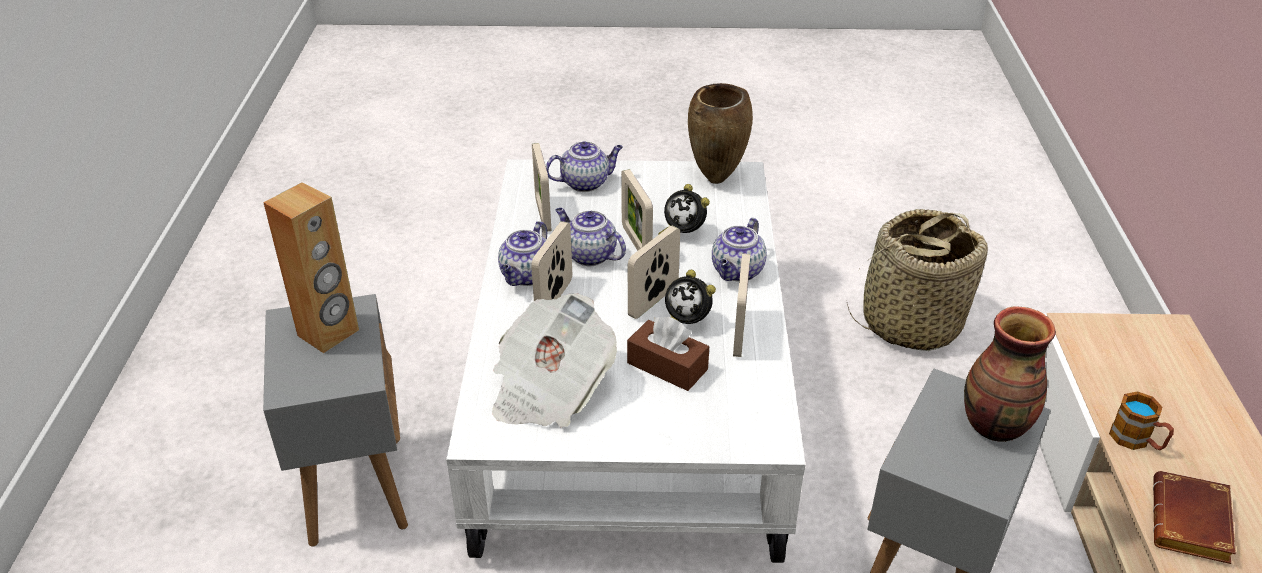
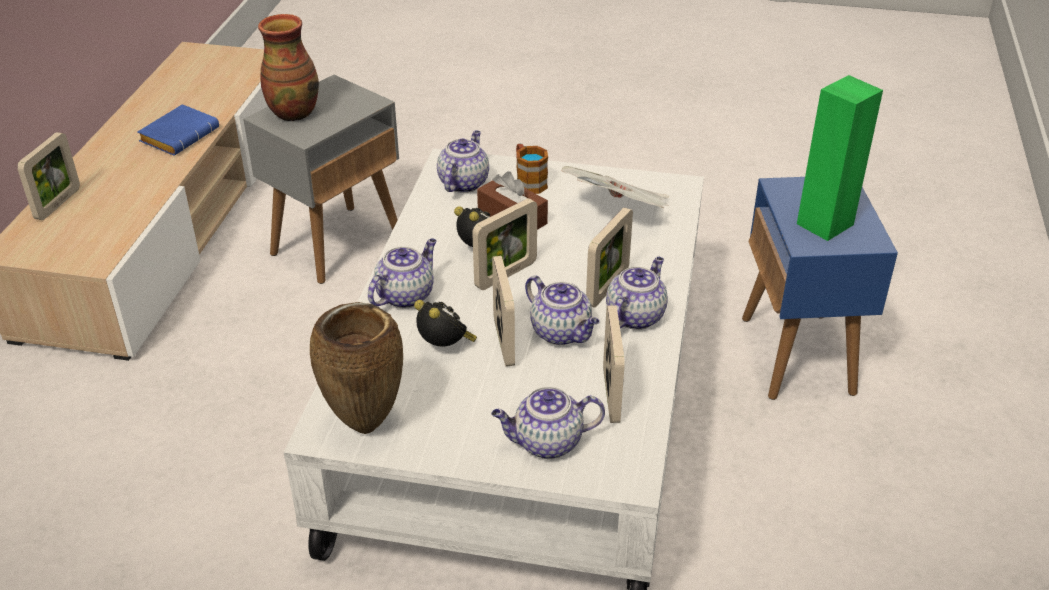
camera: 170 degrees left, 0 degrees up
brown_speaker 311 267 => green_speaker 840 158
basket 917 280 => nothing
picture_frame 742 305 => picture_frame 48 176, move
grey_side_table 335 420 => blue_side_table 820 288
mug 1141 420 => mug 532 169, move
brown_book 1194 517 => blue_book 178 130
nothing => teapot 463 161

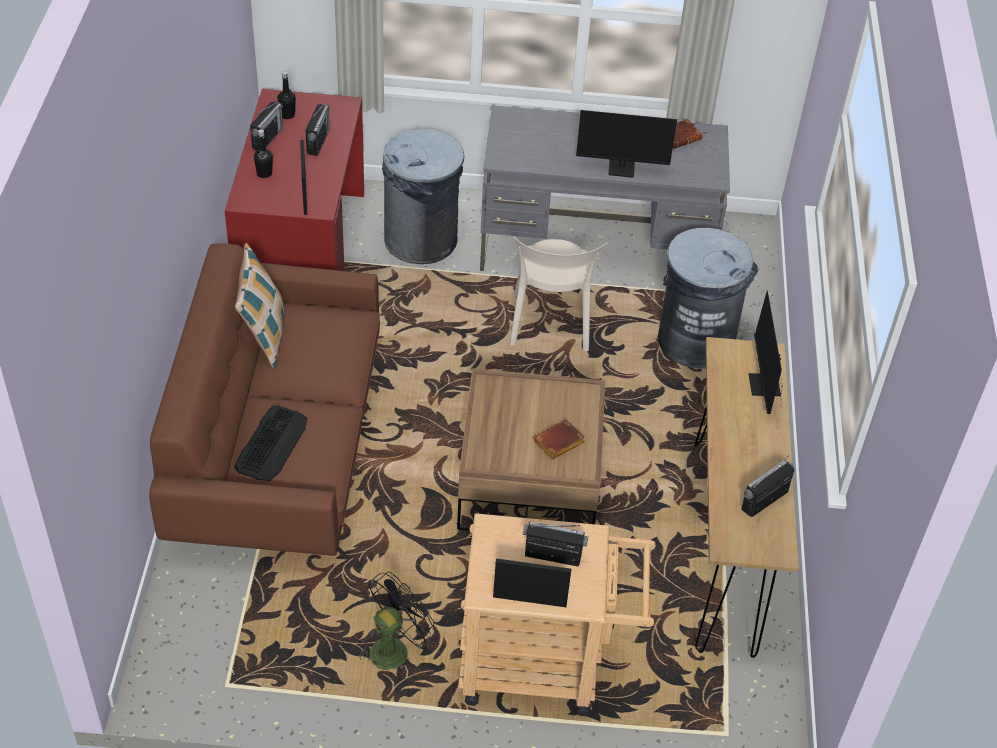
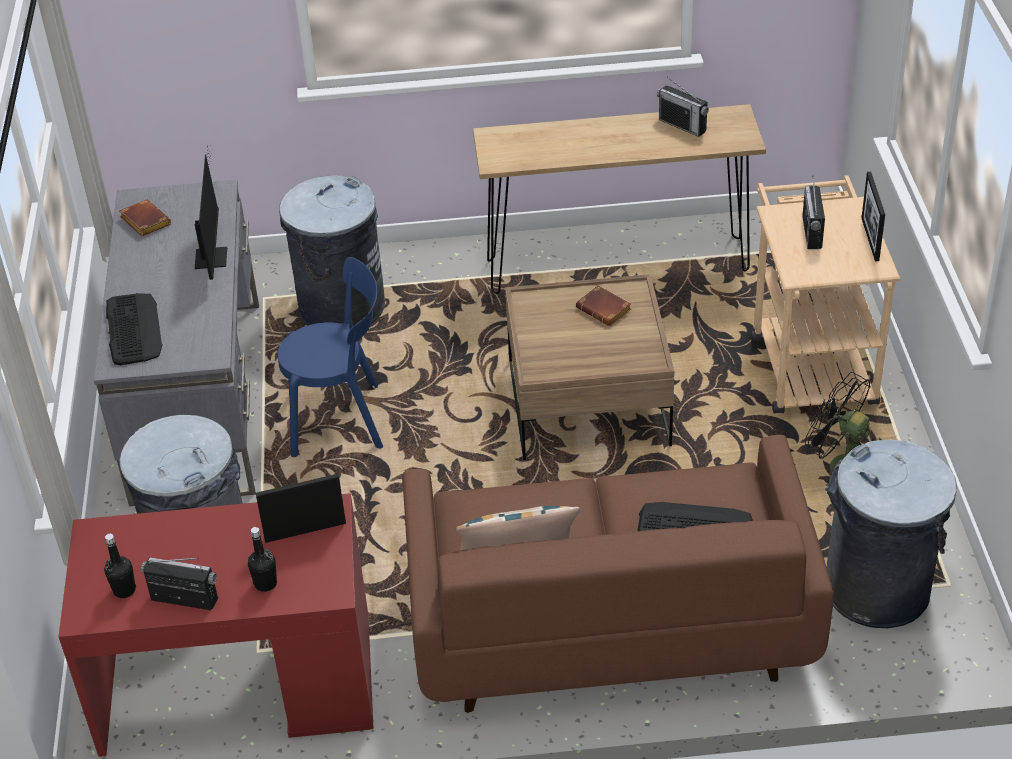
camera: 95 degrees left, 5 degrees down
radio 317 130 => nothing
beige_chair 557 293 => blue_chair 330 357
monitor 766 352 => nothing
nothing => keyboard 134 329
nothing => grey_trash_can 891 534

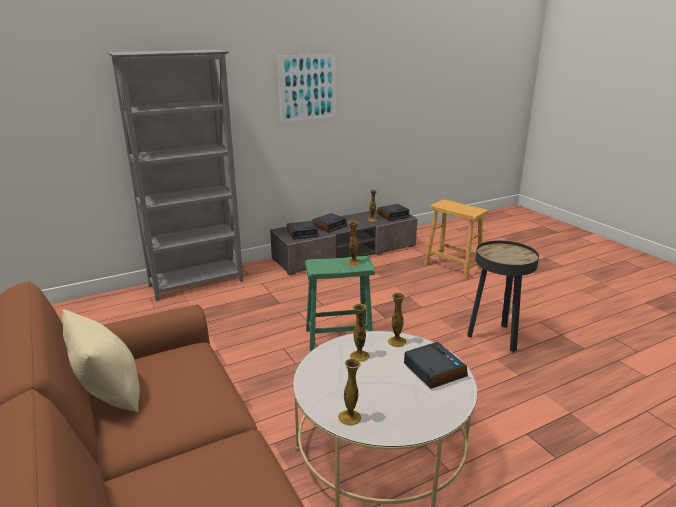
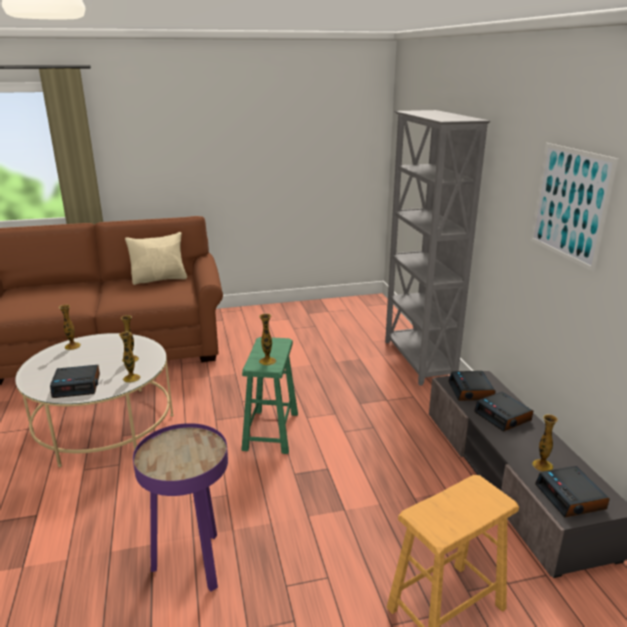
camera: 105 degrees right, 0 degrees up
black_side_table 503 296 => purple_side_table 180 507

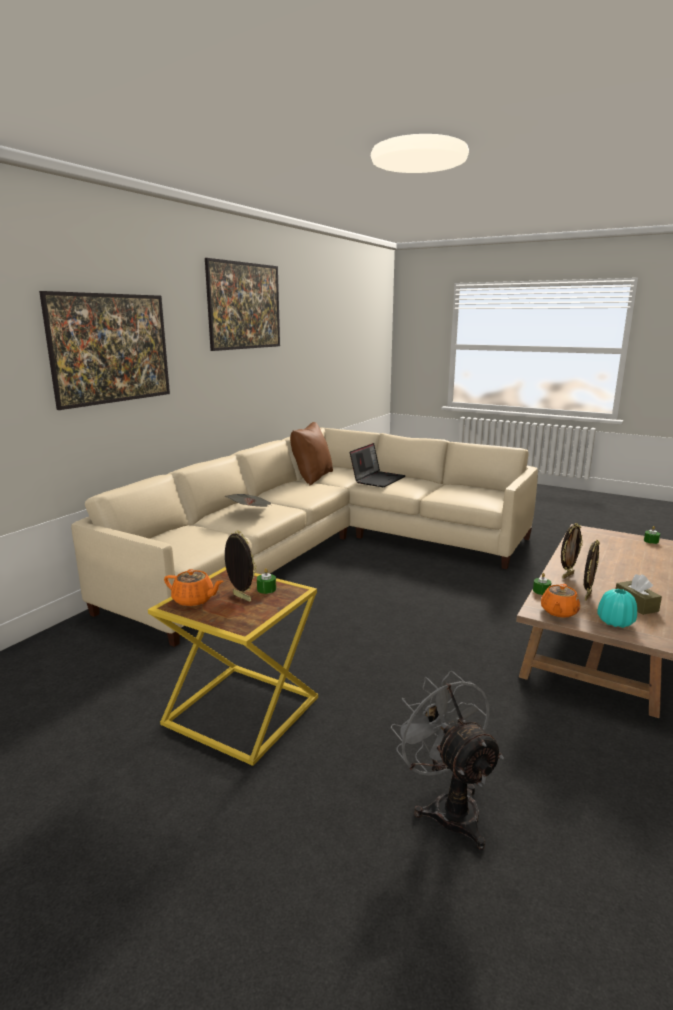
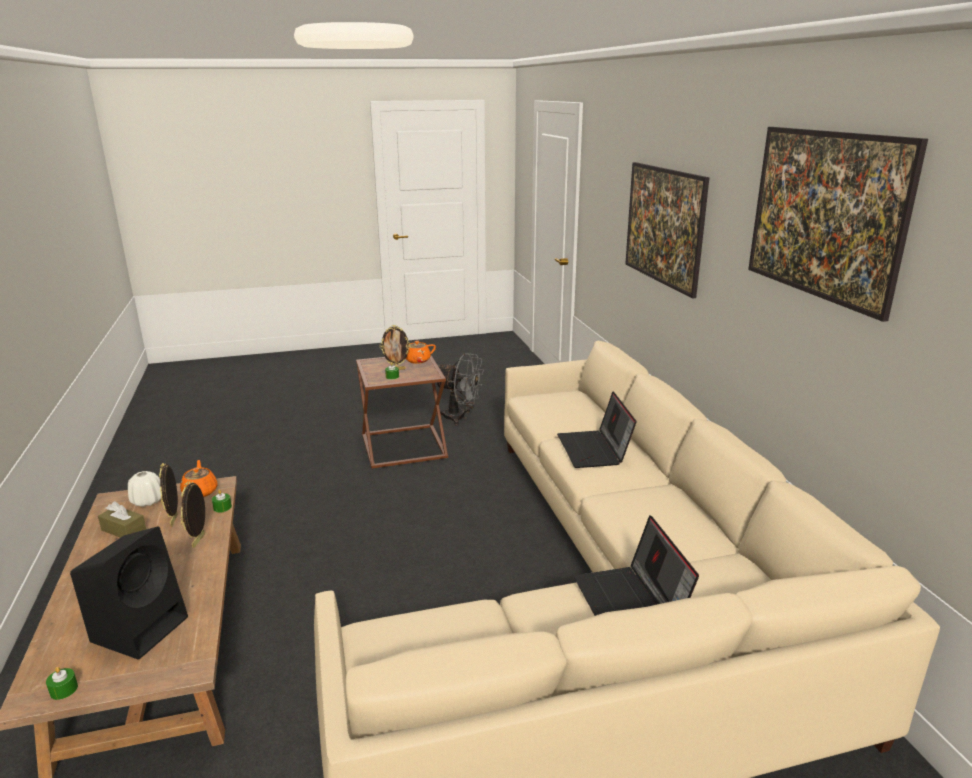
camera: 135 degrees right, 5 degrees up
brown_pillow 311 453 => nothing
newspaper 247 500 => laptop 597 430
yellow_side_table 233 666 => brown_side_table 402 411
turquoise_vase 617 608 => white_vase 145 489
grey_fan 447 760 => grey_fan 460 389, move
nothing => black_speaker 129 593

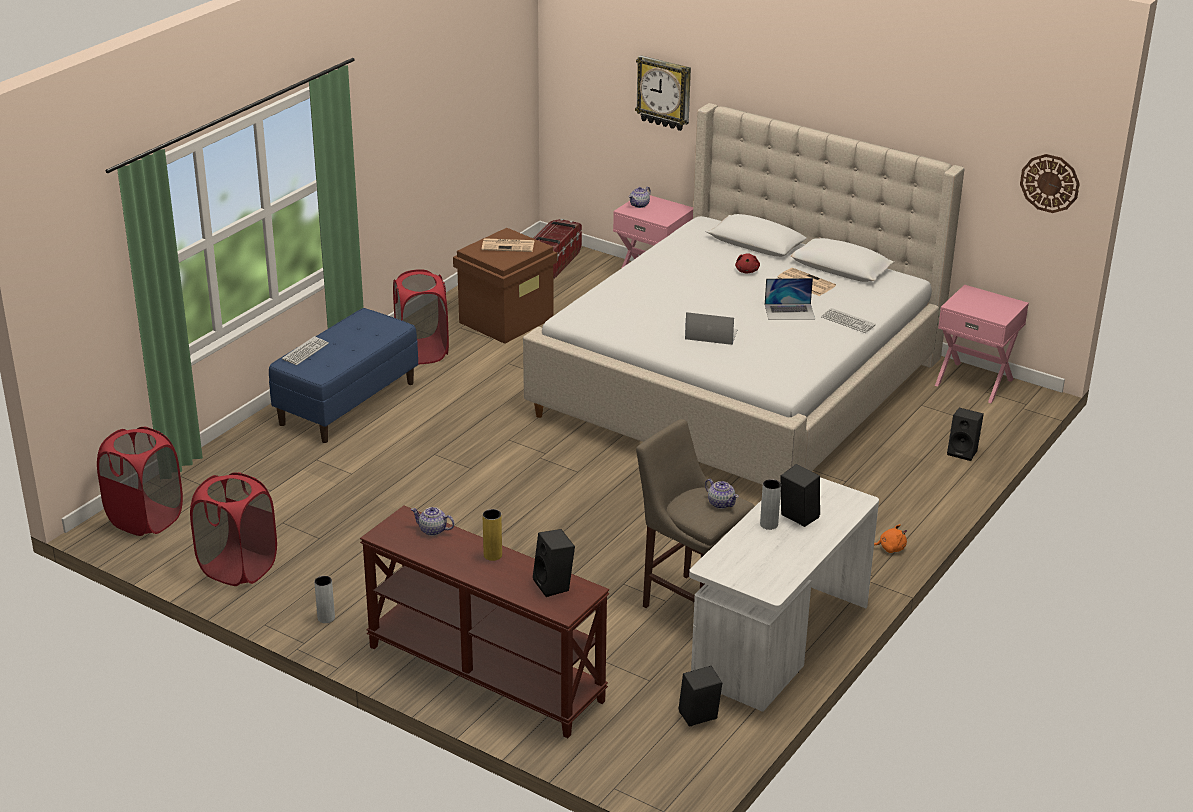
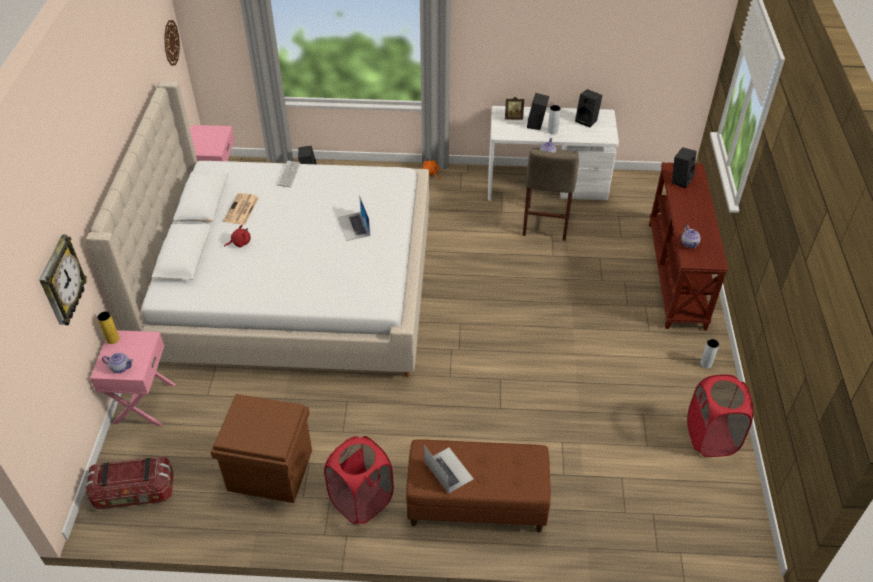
camera: 120 degrees left, 15 degrees up
newspaper 508 245 => nothing
laptop 790 299 => laptop 448 469, move
blue_bench 343 375 => brown_bench 478 485
keyboard 305 350 => nothing
red_laundry_basket 140 481 => nothing
yellow_vase 492 535 => yellow_vase 108 327, move
black_speaker 700 696 => black_speaker 588 108, move
nothing => picture_frame 514 108

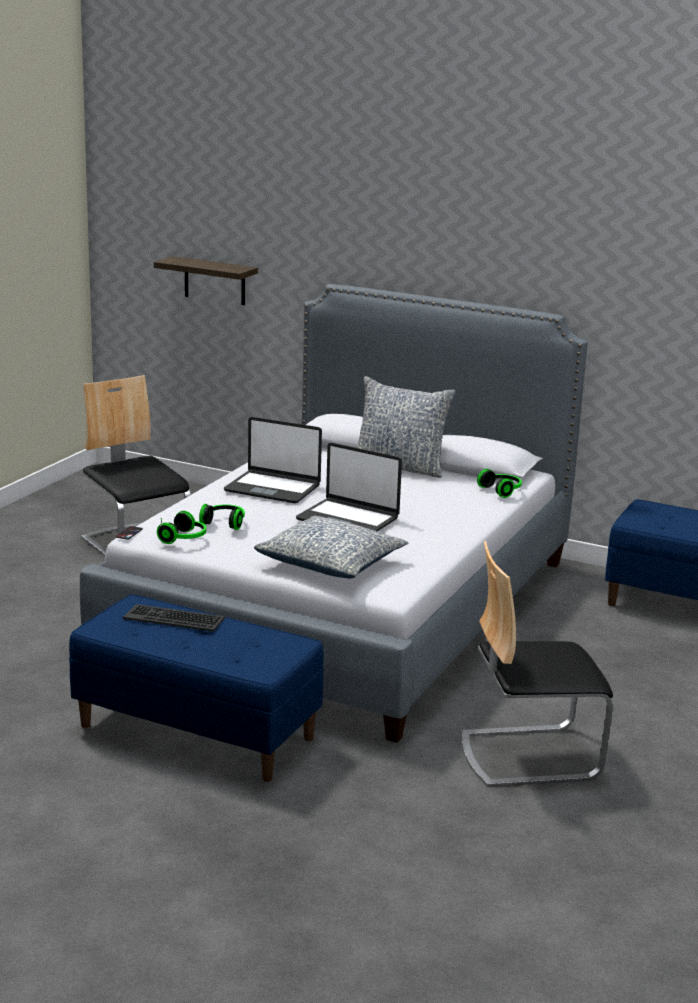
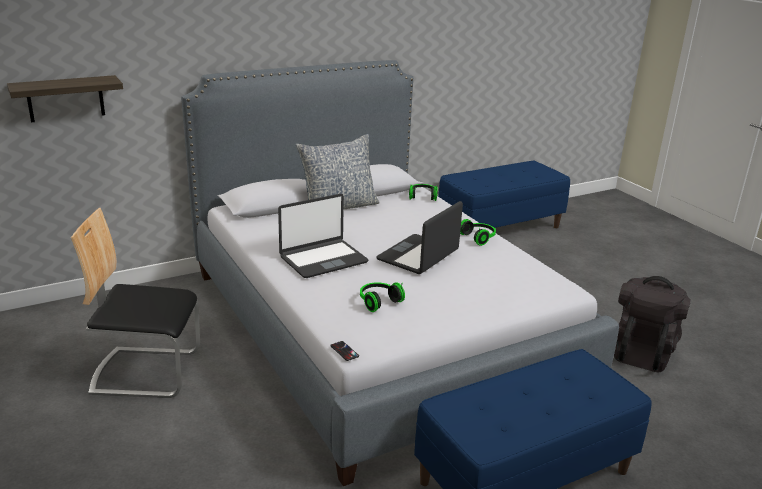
camera: 55 degrees left, 5 degrees up
laptop 349 487 => laptop 419 237, 150 degrees clockwise
headphones 181 527 => headphones 478 232, move
pillow 331 547 => nothing
chair 537 664 => black_backpack 652 324
keyboard 174 618 => nothing

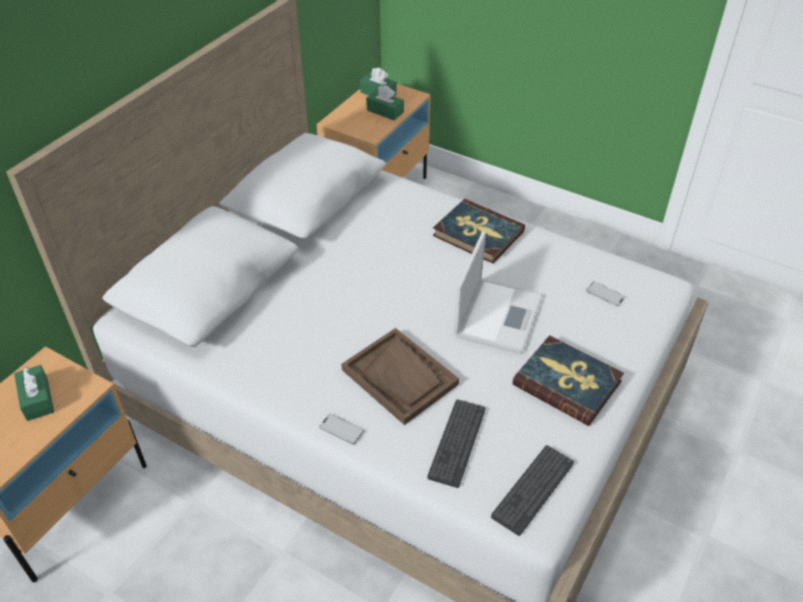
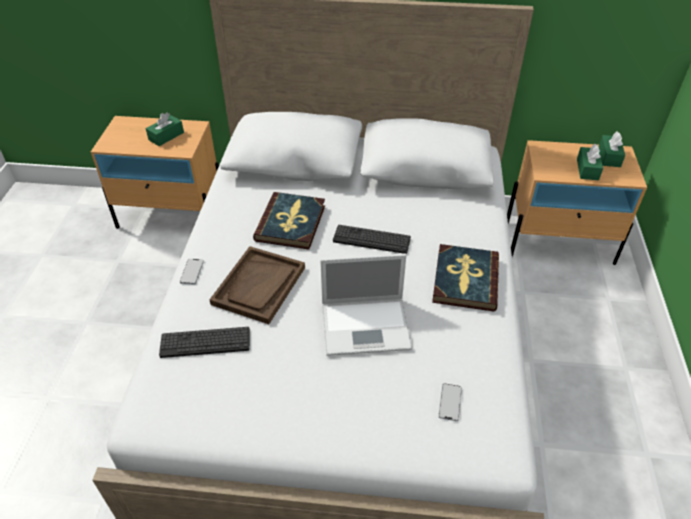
camera: 65 degrees right, 0 degrees up
book 568 380 => book 289 220, move
keyboard 532 490 => keyboard 372 239, move

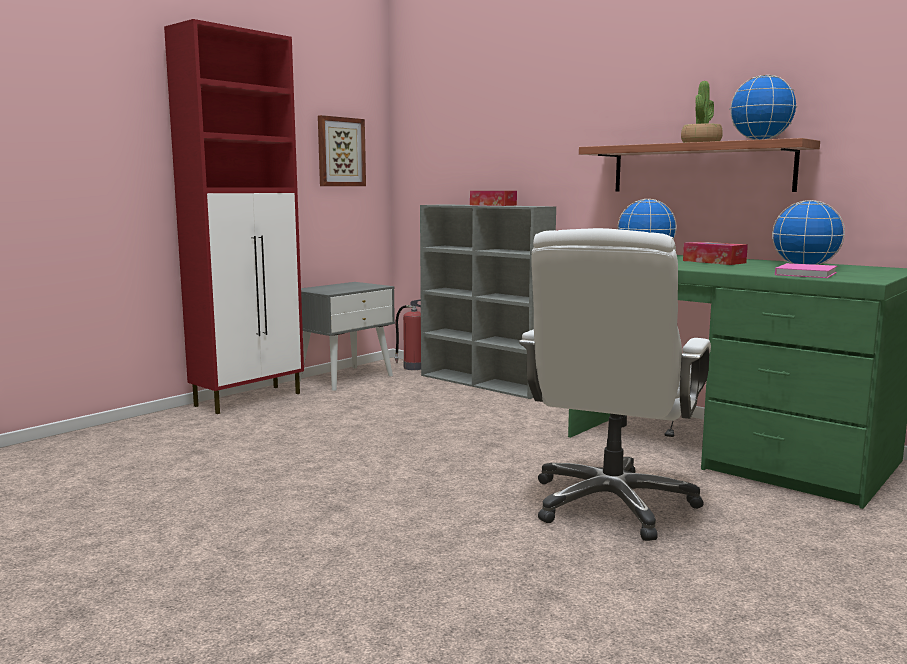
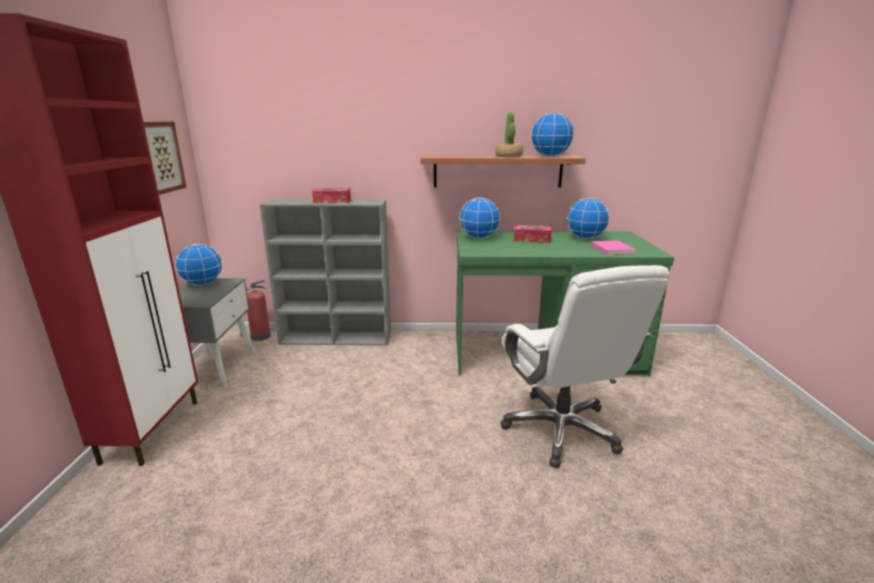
camera: 40 degrees left, 10 degrees up
nothing => globe 198 265

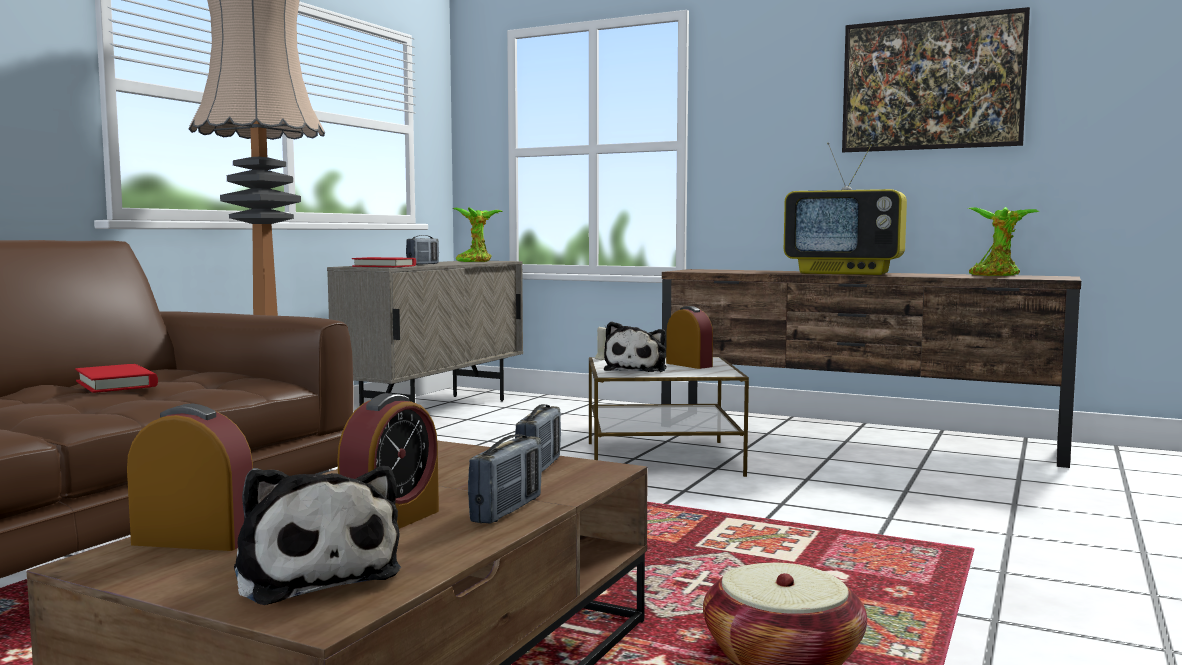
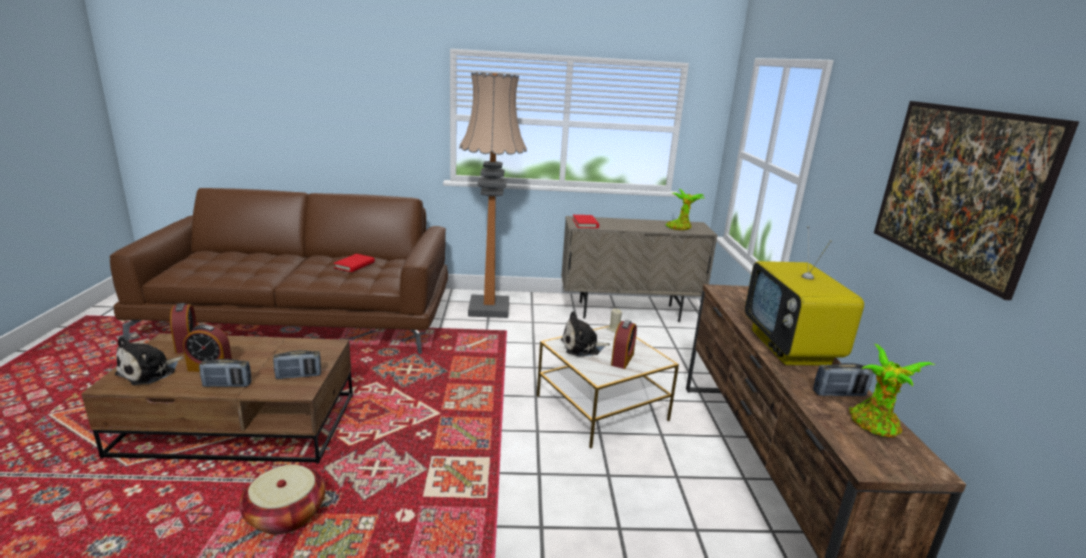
camera: 60 degrees right, 15 degrees up
radio 422 250 => radio 843 379, move

